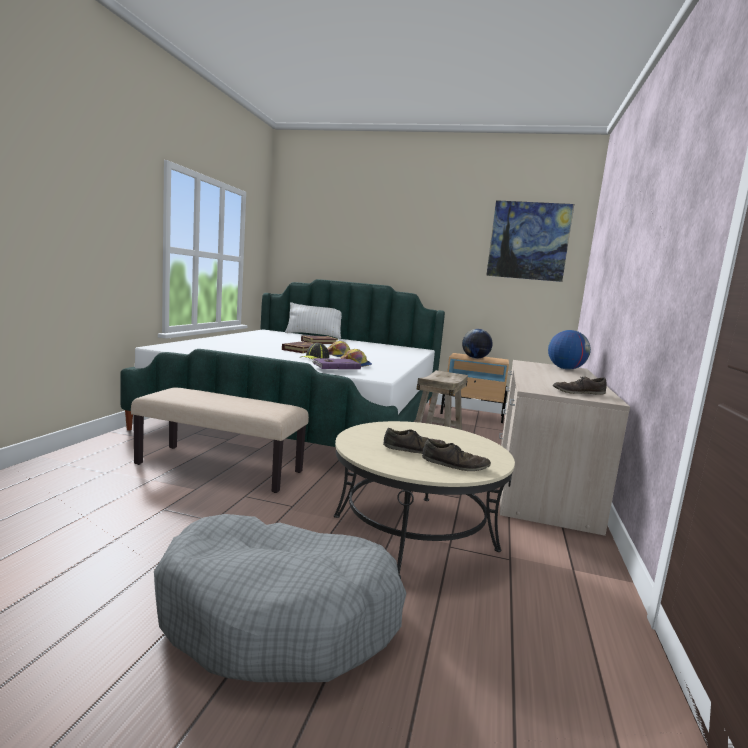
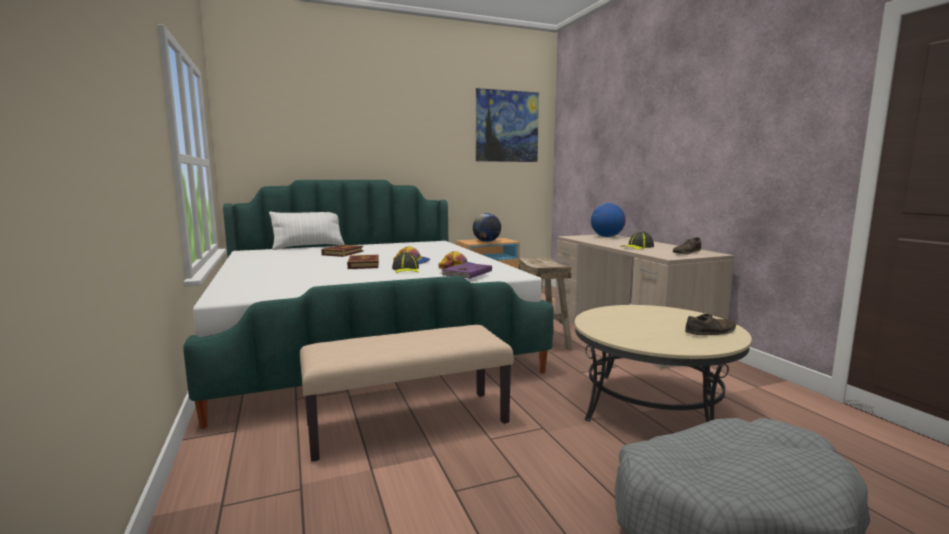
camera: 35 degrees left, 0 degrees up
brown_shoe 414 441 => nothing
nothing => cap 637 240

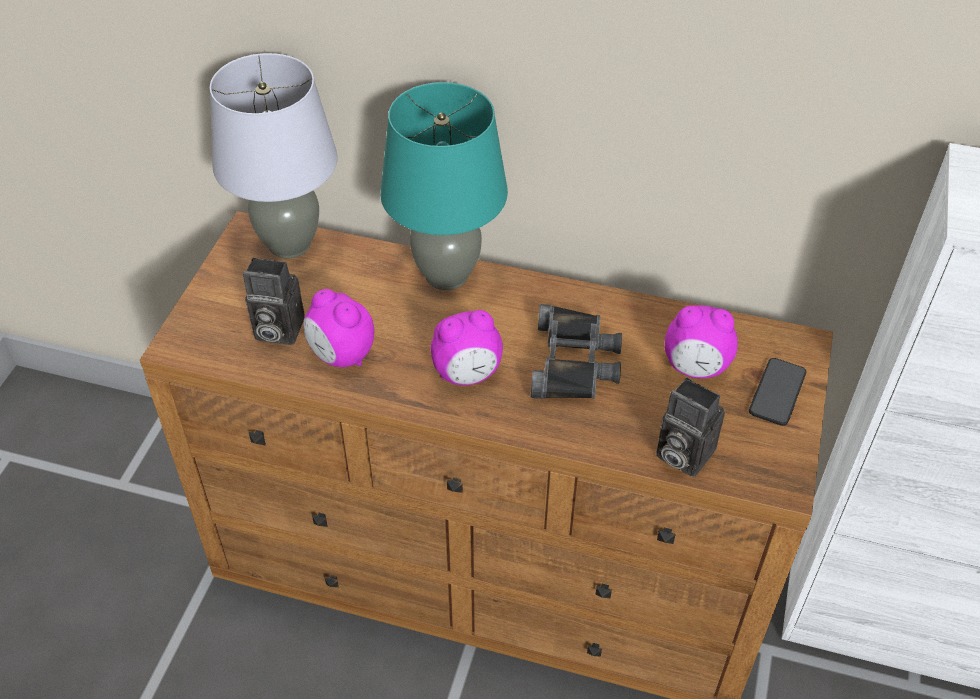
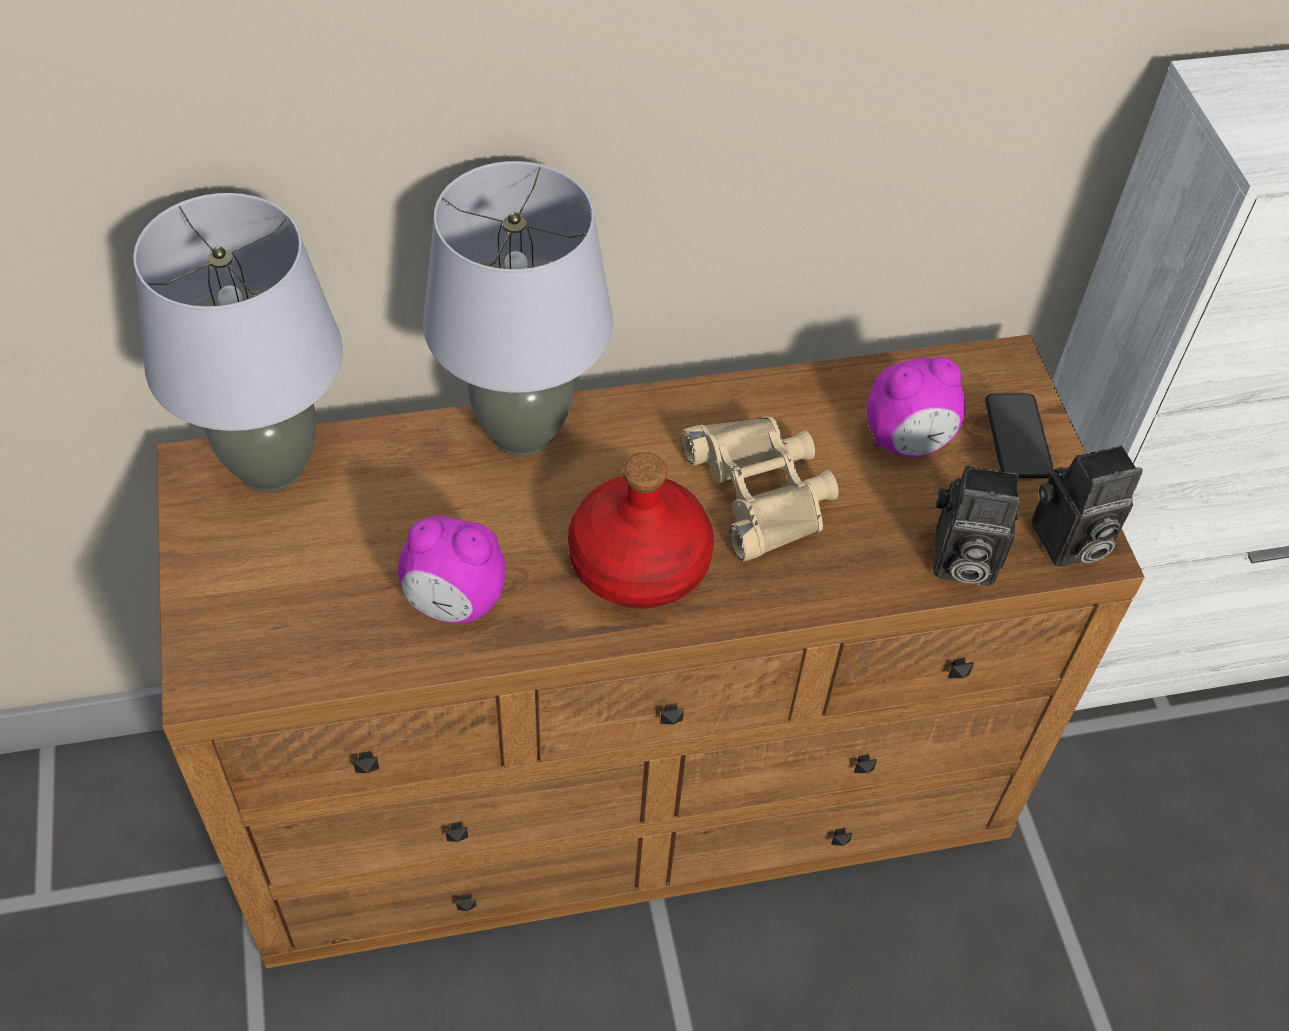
camera: 30 degrees left, 5 degrees up
turquoise_table_lamp 444 186 => grey_table_lamp 518 308
photo_camera 274 301 => photo_camera 1087 506, move
black_binoculars 576 351 => beige_binoculars 760 489
alarm_clock 467 347 => red_bottle 641 530

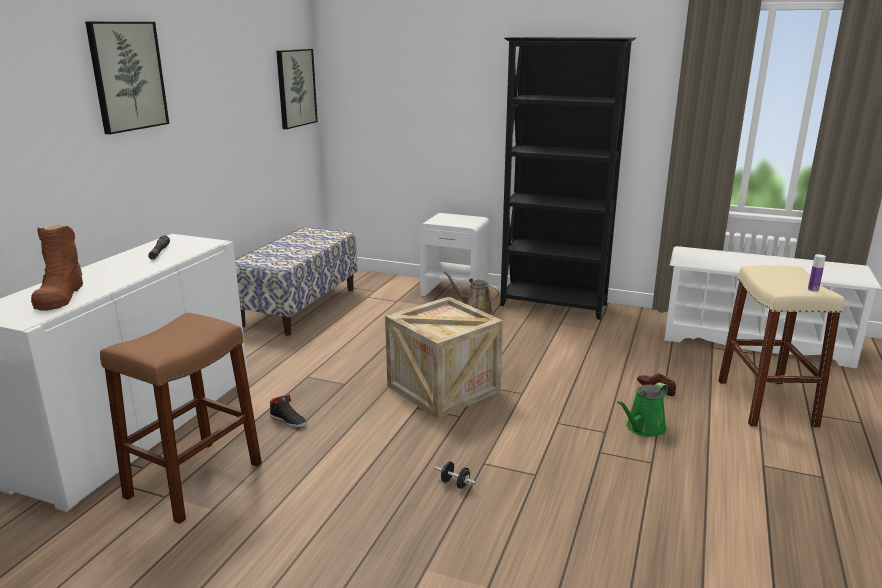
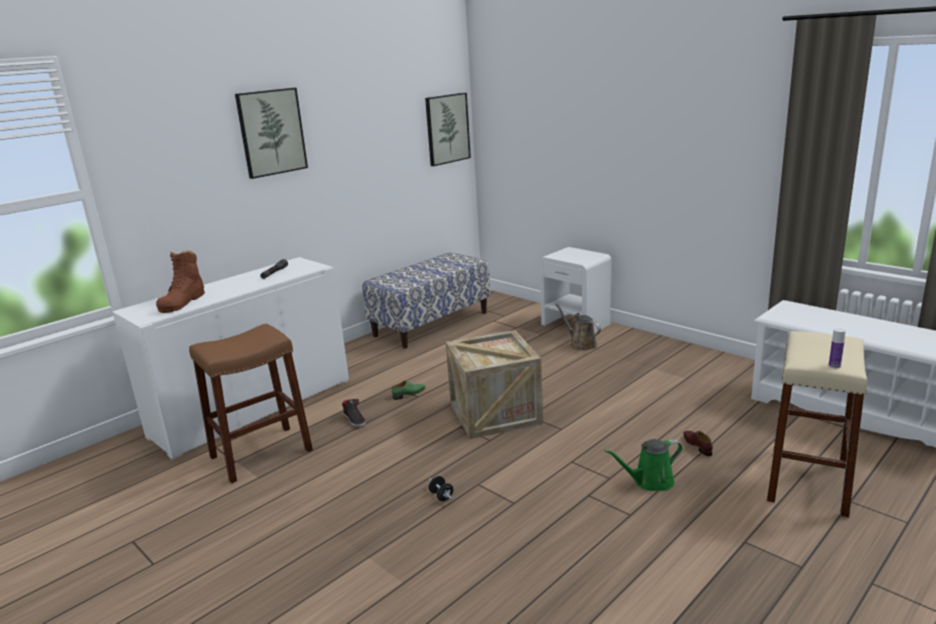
camera: 25 degrees right, 0 degrees up
black_bookcase 568 178 => nothing
nothing => green_shoe 408 390

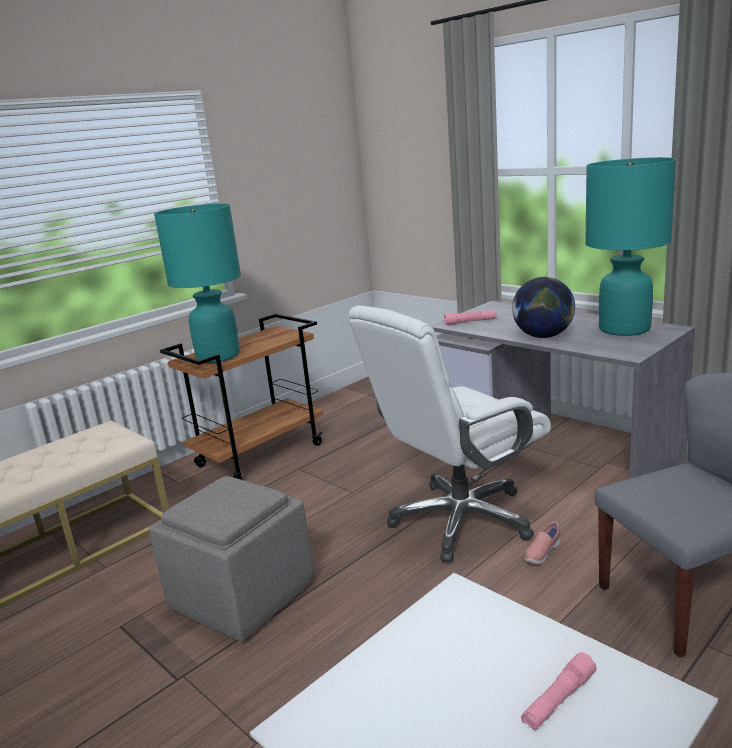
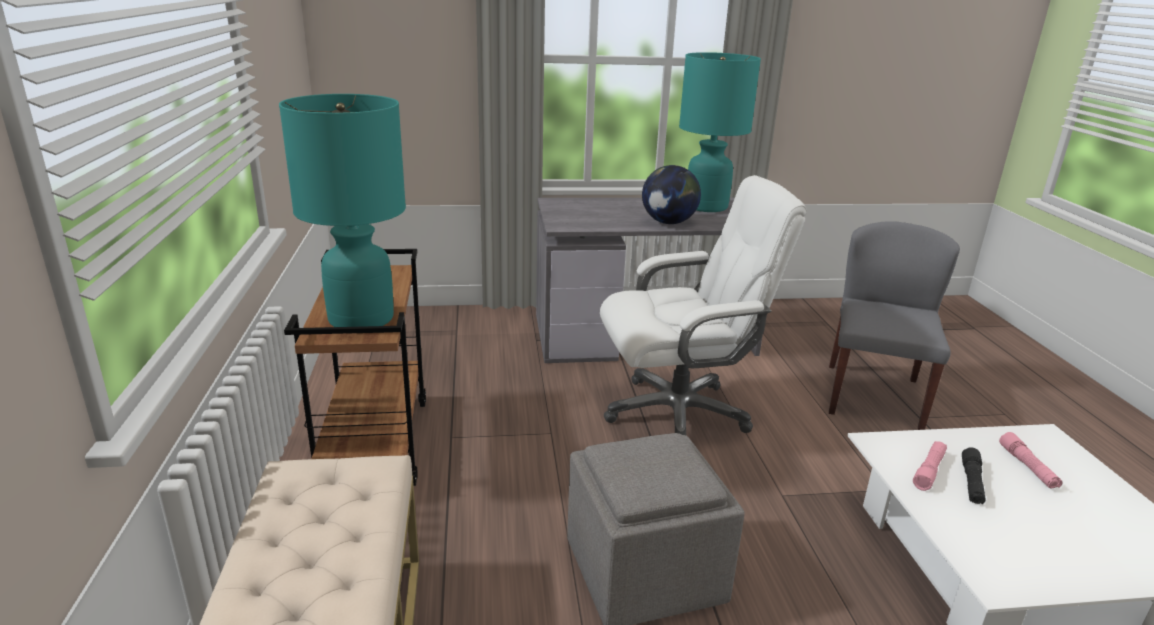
camera: 55 degrees left, 5 degrees up
white_office_chair 450 434 => white_office_chair 703 305, 105 degrees counterclockwise
pink_flashlight 470 317 => pink_flashlight 930 466, move
pink_shoe 542 543 => nothing
nothing => black_flashlight 974 475

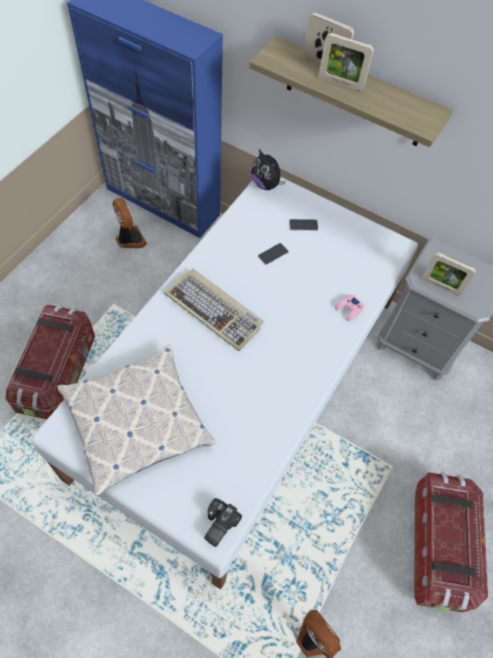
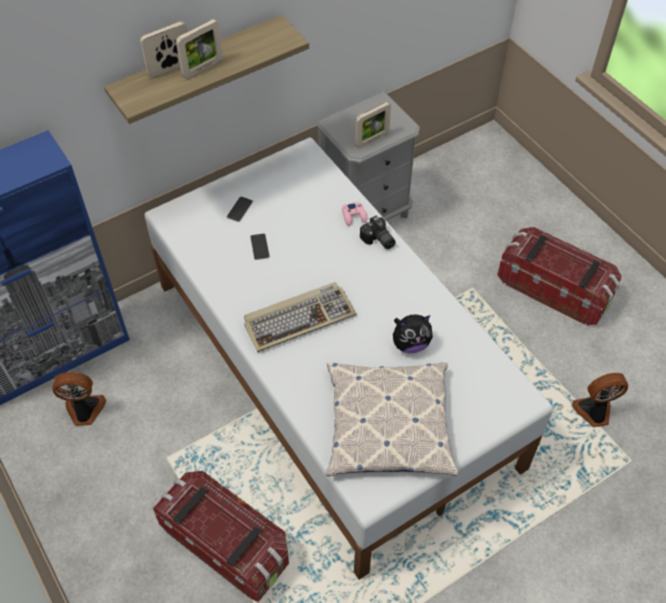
camera: 60 degrees left, 5 degrees down
plush_toy 268 169 => plush_toy 413 333, move
photo_camera 223 522 => photo_camera 378 232, move

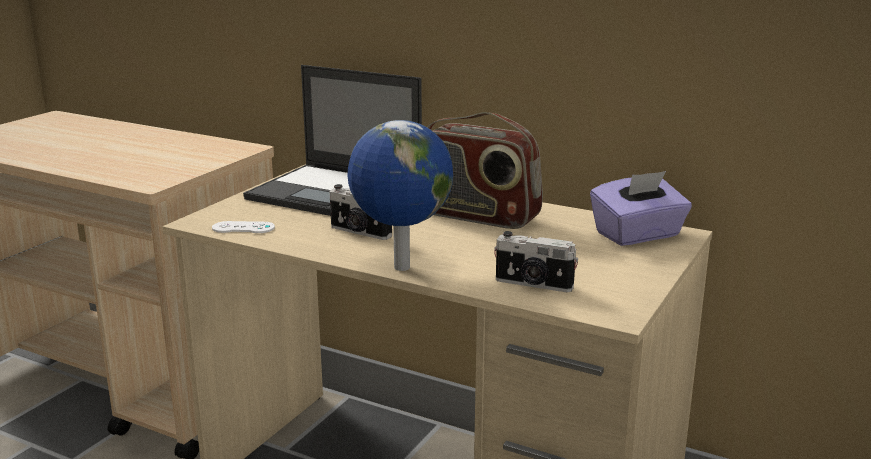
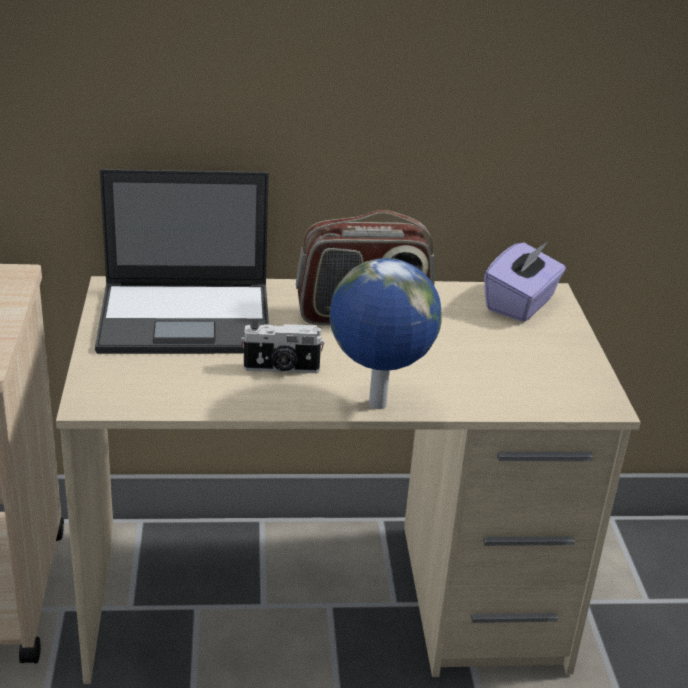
camera: 35 degrees left, 10 degrees up
white_game_controller 243 227 => nothing
photo_camera 536 261 => nothing

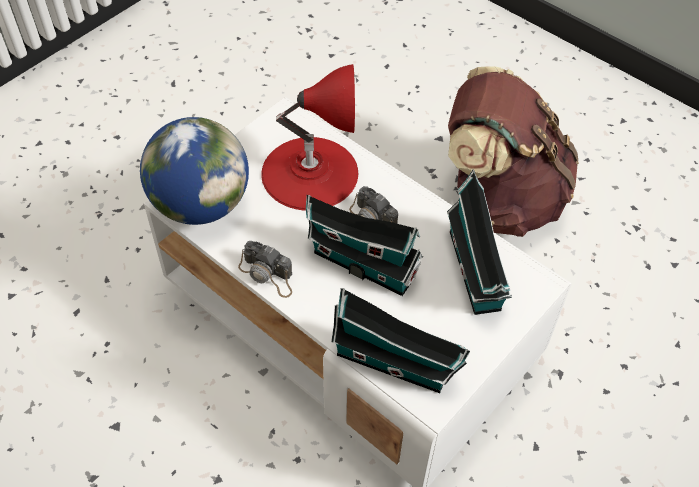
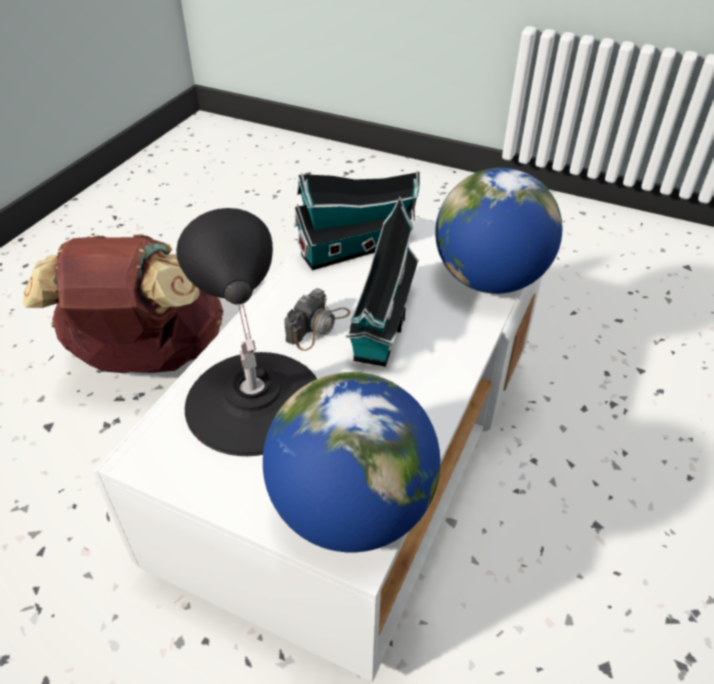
camera: 105 degrees left, 10 degrees down
red_table_lamp 309 137 => black_table_lamp 246 332
photo_camera 265 269 => nothing
toy_house 400 340 => globe 498 231

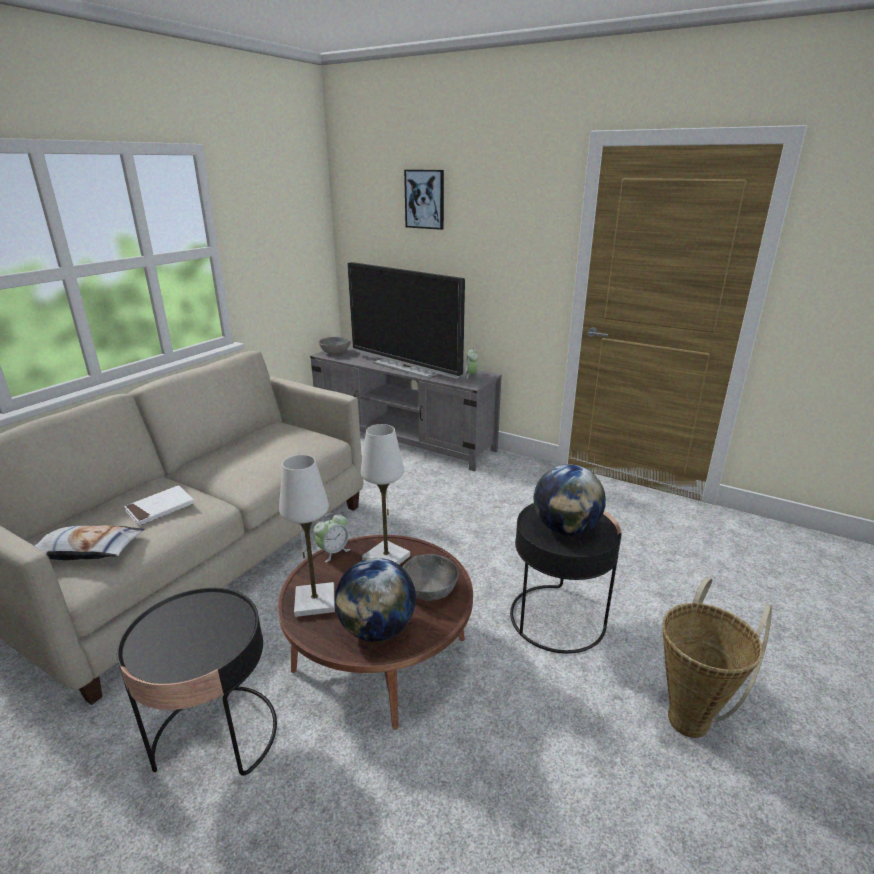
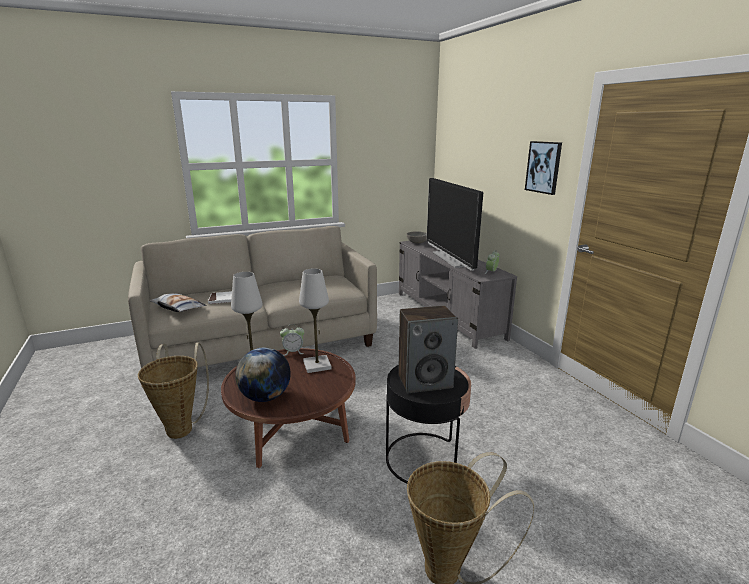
camera: 35 degrees right, 5 degrees down
picture 424 200 => picture 543 168, move
globe 570 499 => speaker 428 349
grey_bowl 430 577 => nothing
black_side_table 197 682 => basket 173 391

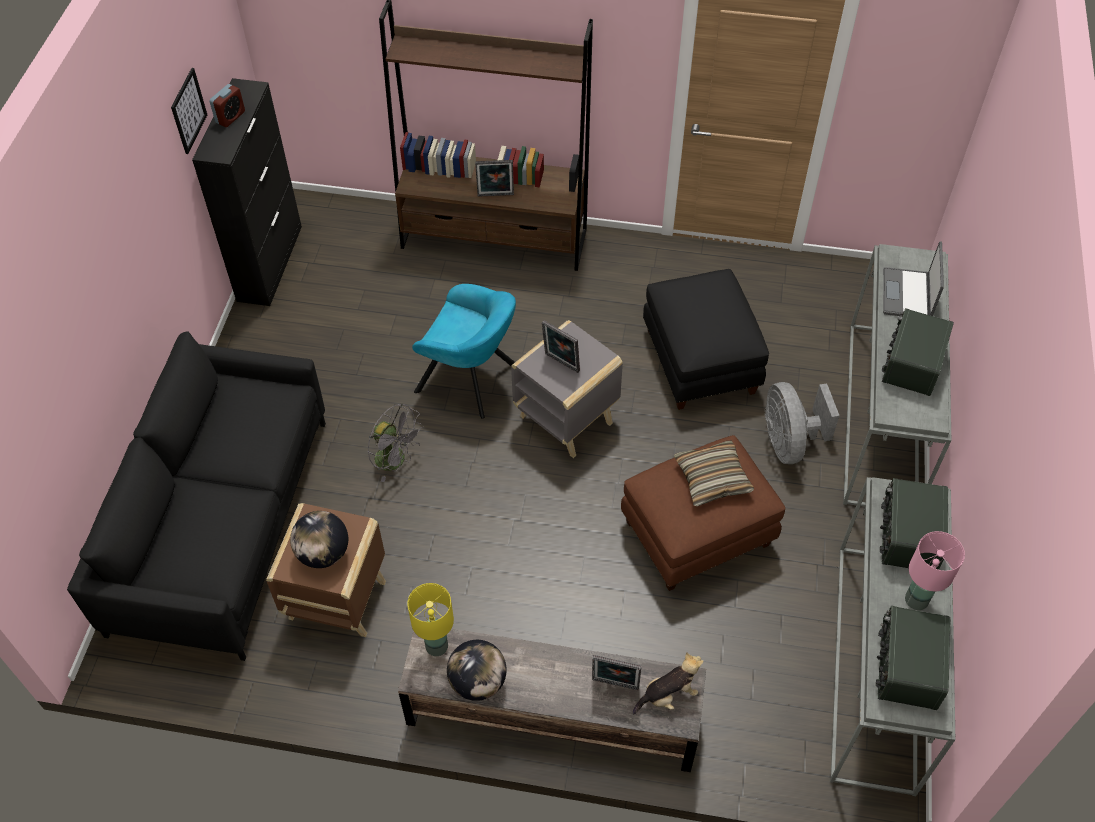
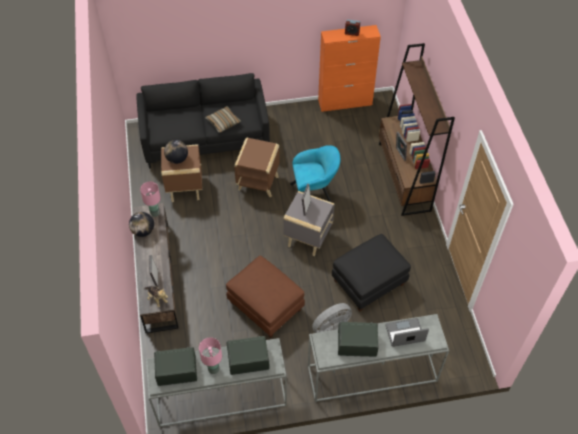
camera: 70 degrees right, 0 degrees up
picture 189 111 => nothing
black_cabinet 247 192 => orange_cabinet 349 68
turquoise_armchair 464 351 => turquoise_armchair 315 173, 105 degrees counterclockwise
grey_fan 396 442 => brown_side_table 257 167
pillow 713 473 => pillow 223 119, move
yellow_table_lamp 430 619 => pink_table_lamp 150 199

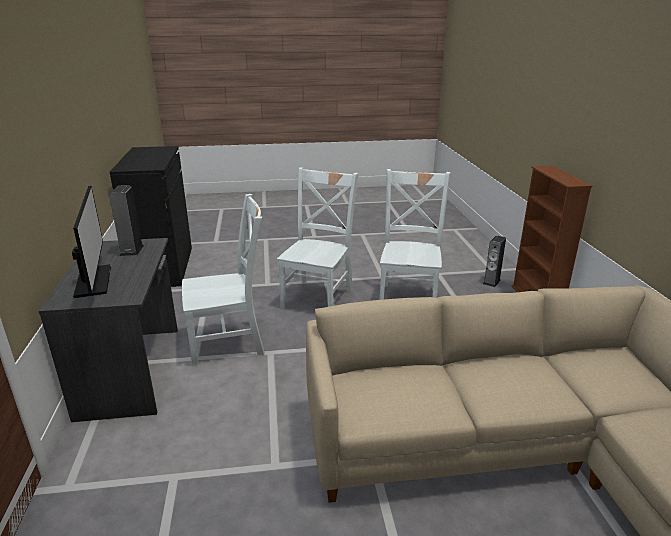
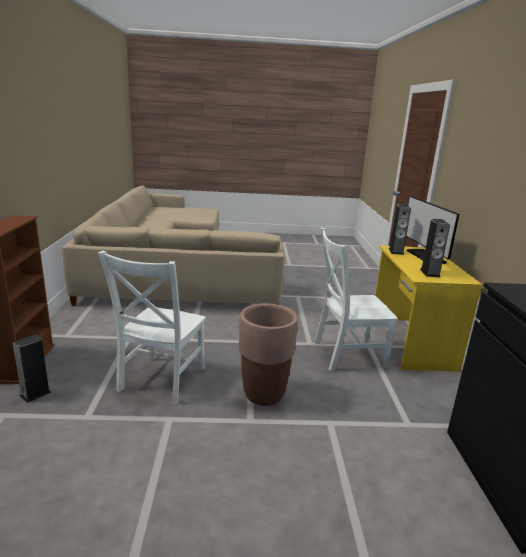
camera: 175 degrees left, 5 degrees down
white_chair 318 237 => brown_planter 268 354
grey_desk 108 330 => yellow_desk 428 308
nothing => speaker 400 229

